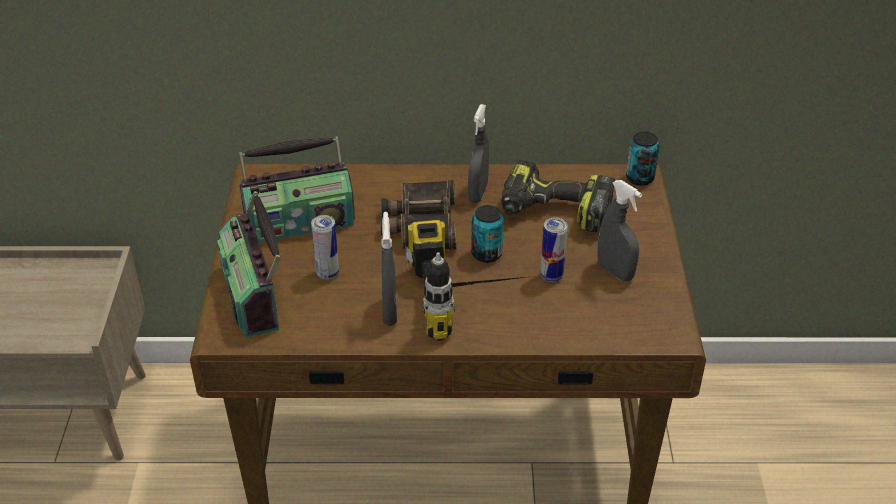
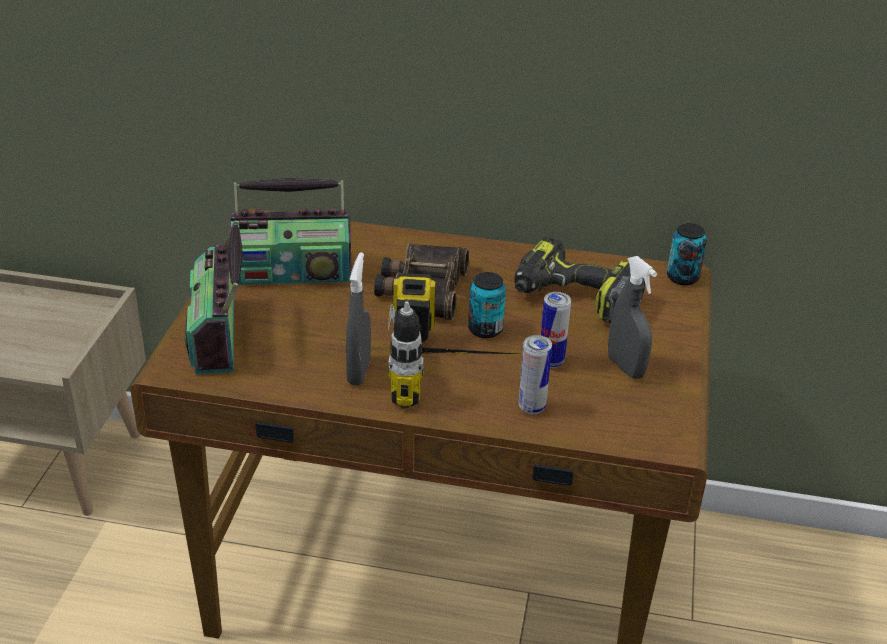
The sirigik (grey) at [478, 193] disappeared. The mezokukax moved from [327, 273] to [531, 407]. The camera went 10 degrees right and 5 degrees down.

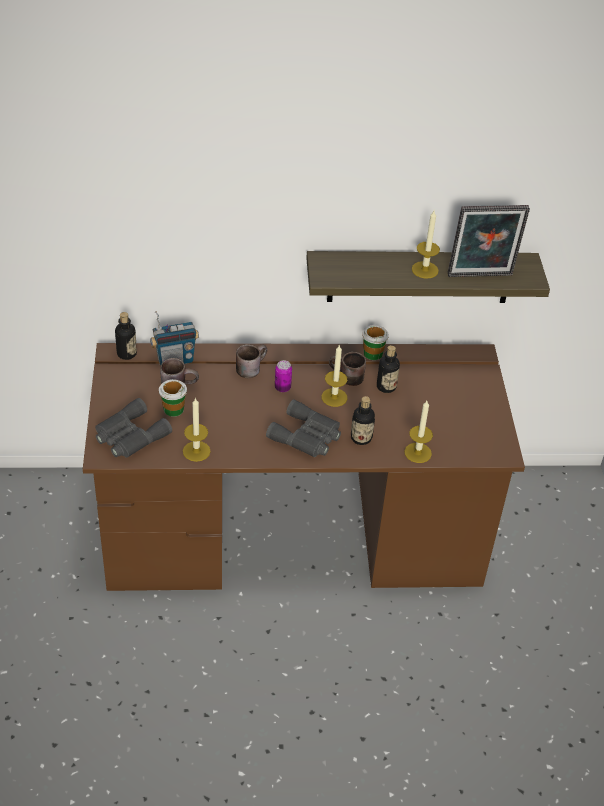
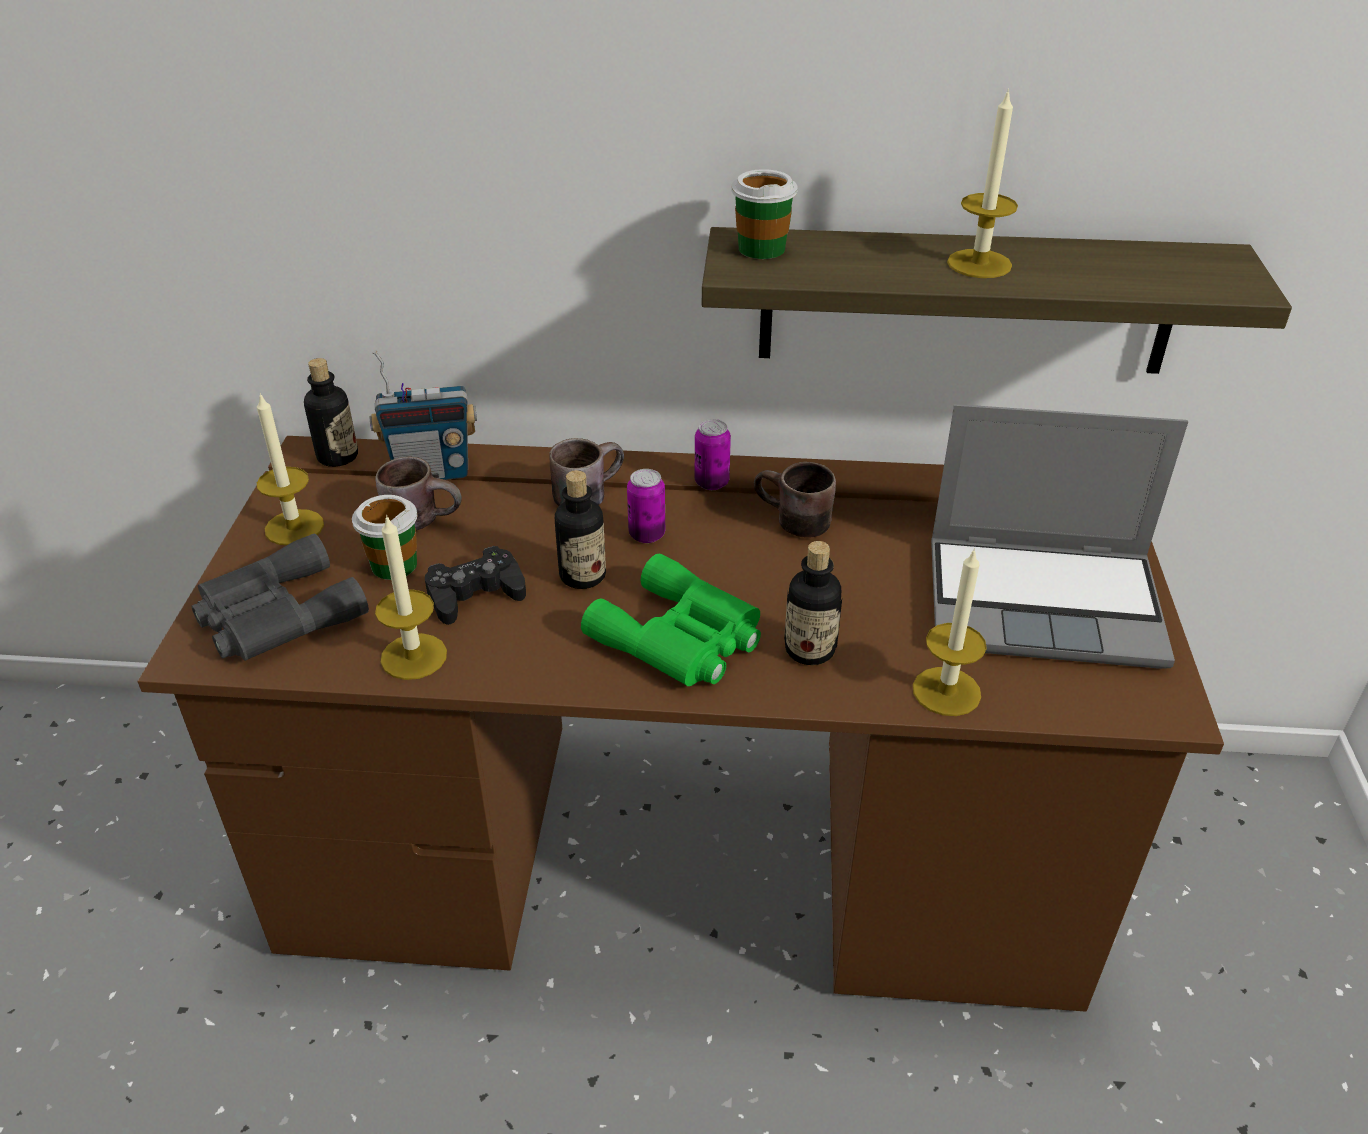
The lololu at [480, 277] disappeared. The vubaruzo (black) at [475, 594] appeared. The mezokukax at [711, 483] appeared. The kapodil at [1046, 602] appeared. The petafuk moved from [334, 397] to [294, 527]. The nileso moved from [373, 353] to [761, 248]. The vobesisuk moved from [386, 387] to [582, 575]. The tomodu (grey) at [307, 436] became the tomodu (green) at [680, 639]. The camera went 10 degrees right and 5 degrees down.

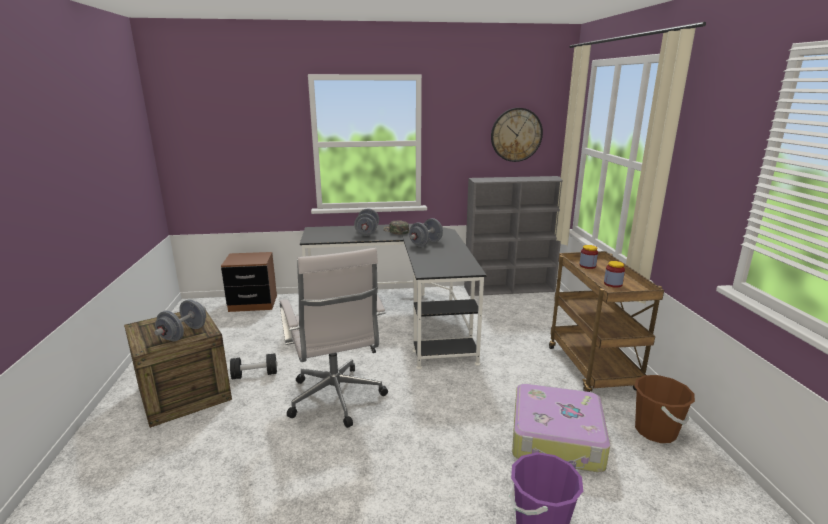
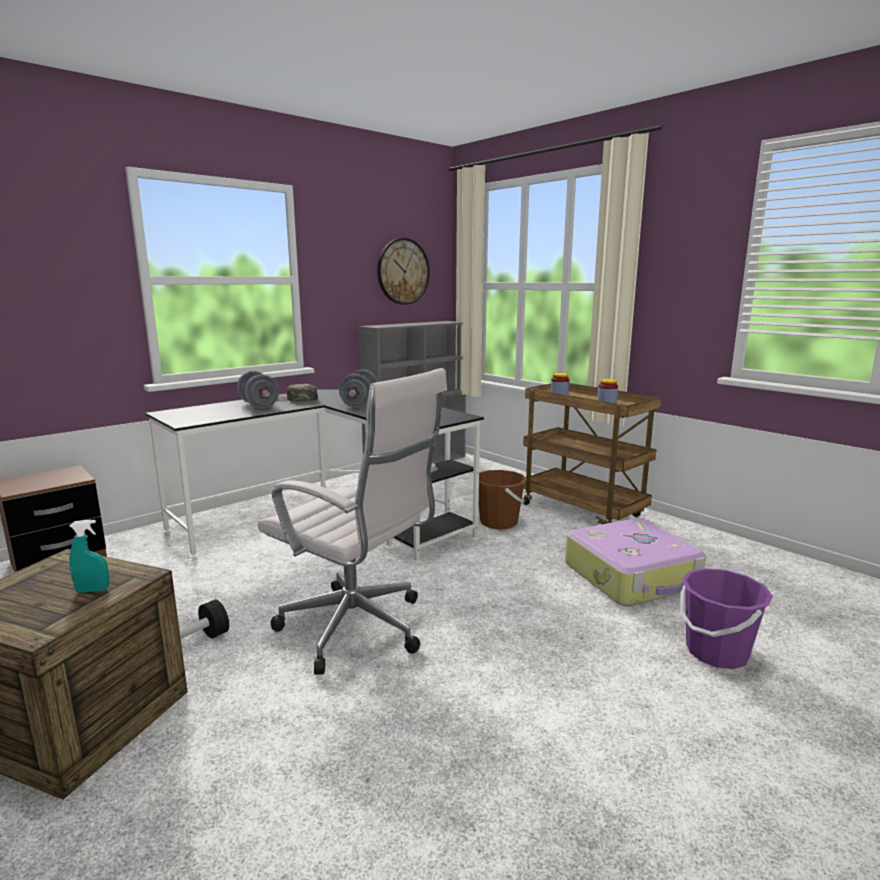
The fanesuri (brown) moved from [655, 431] to [499, 522]. The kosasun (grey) at [184, 334] was replaced by the sirigik (turquoise) at [93, 590]. The camera went 35 degrees left and 5 degrees down.

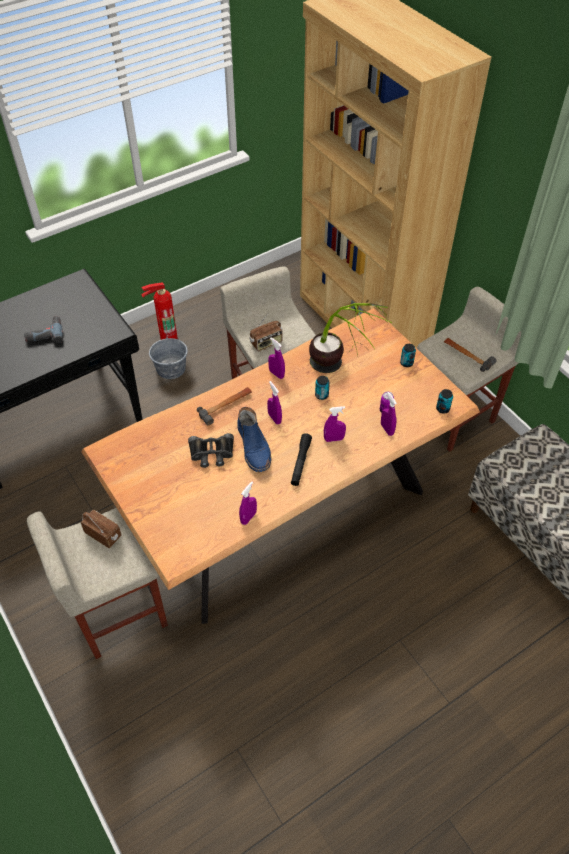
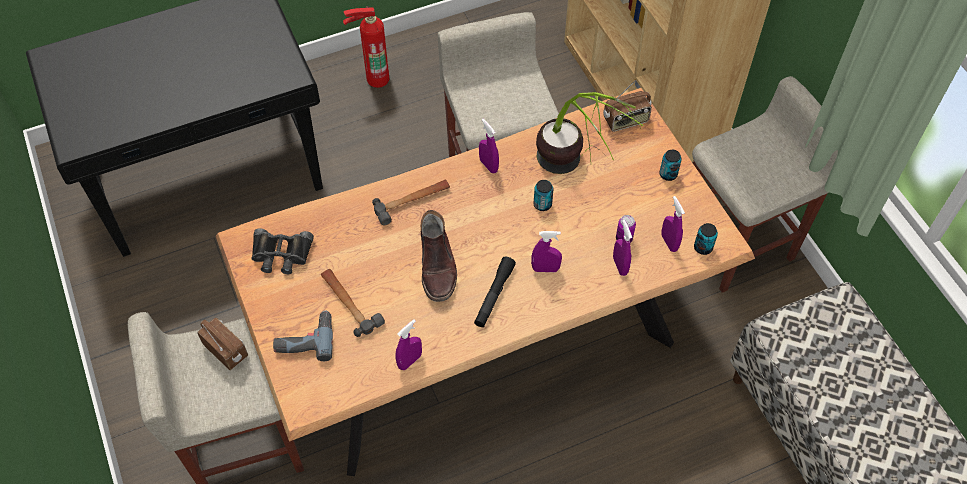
The fanesuri (grey) at [171, 368] disappeared. The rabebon moved from [44, 333] to [305, 338]. The tomodu (black) moved from [211, 453] to [281, 254]. The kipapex moved from [266, 343] to [626, 121]. The sirigik (purple) moved from [274, 418] to [669, 242]. The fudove moved from [467, 355] to [349, 303]. The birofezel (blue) at [254, 447] became the birofezel (brown) at [438, 265]. The camera went 10 degrees right and 5 degrees up.

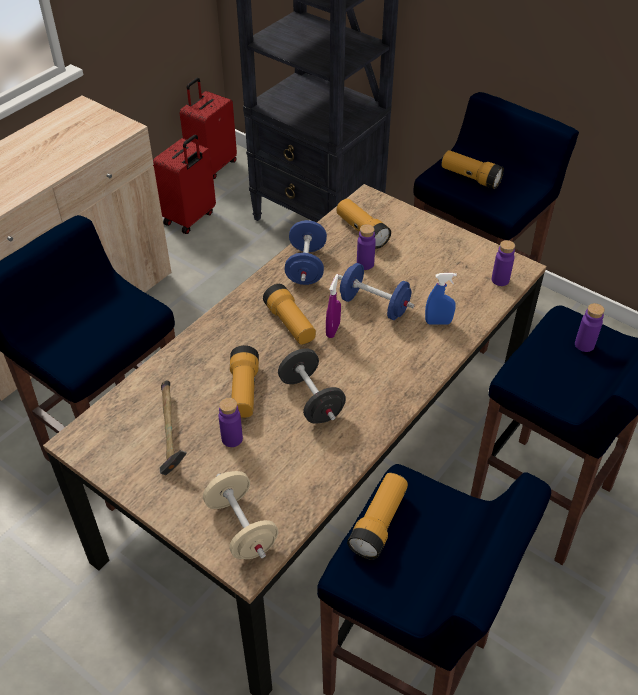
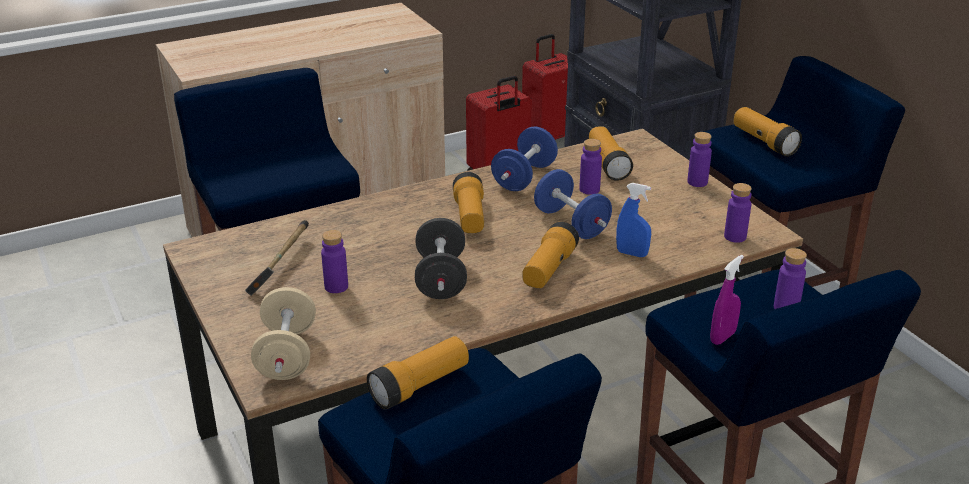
The vobesisuk (purple) at [697, 182] appeared. The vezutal moved from [244, 391] to [549, 269]. The sirigik (purple) moved from [333, 330] to [722, 337]. The camera went 25 degrees right and 15 degrees down.

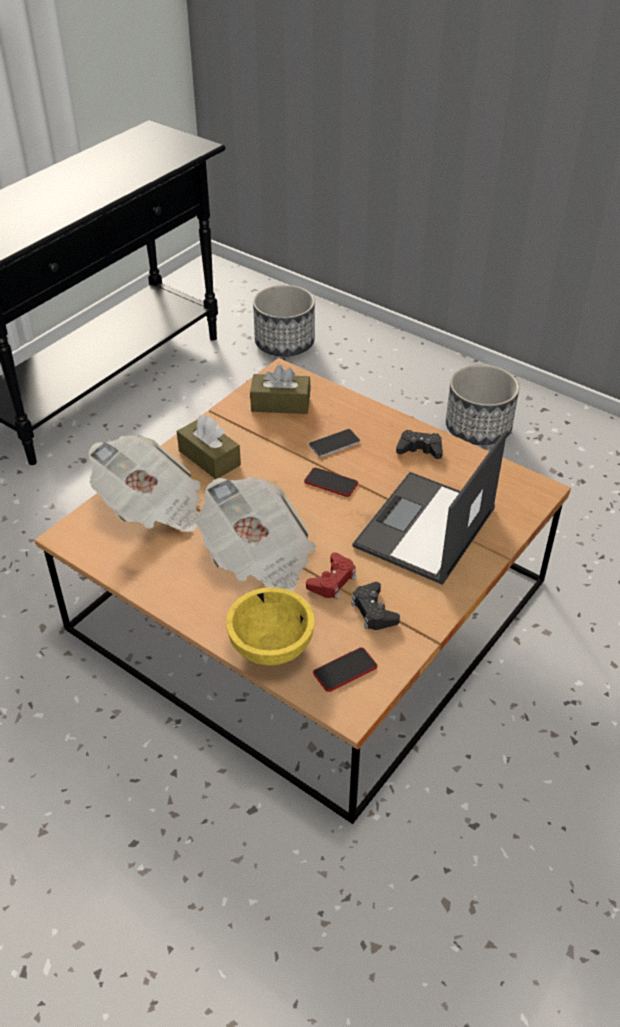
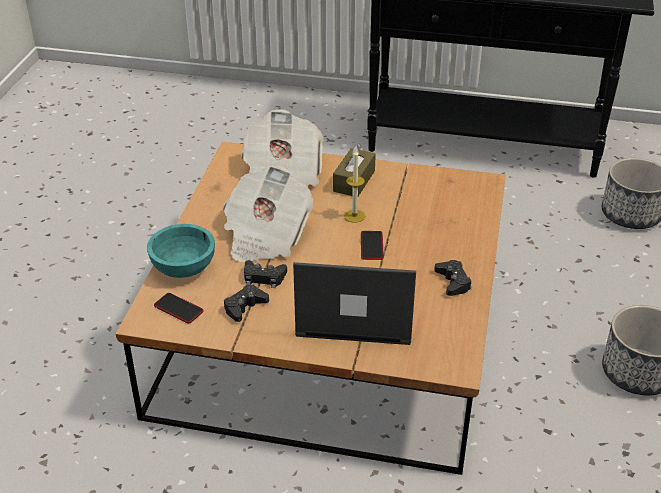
The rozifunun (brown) at [280, 403] disappeared. The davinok at [334, 444] disappeared. The petafuk at [354, 216] appeared. The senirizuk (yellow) at [272, 646] became the senirizuk (turquoise) at [183, 268]. The vubaruzo (red) at [332, 581] became the vubaruzo (black) at [264, 277]. The camera went 65 degrees right and 5 degrees down.

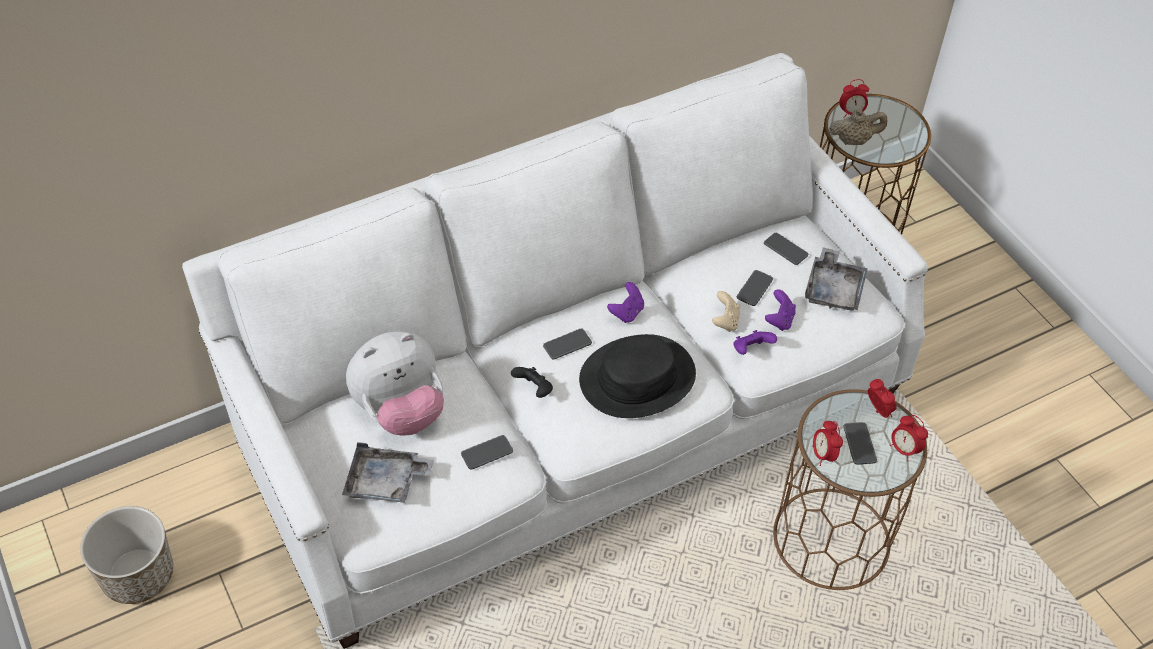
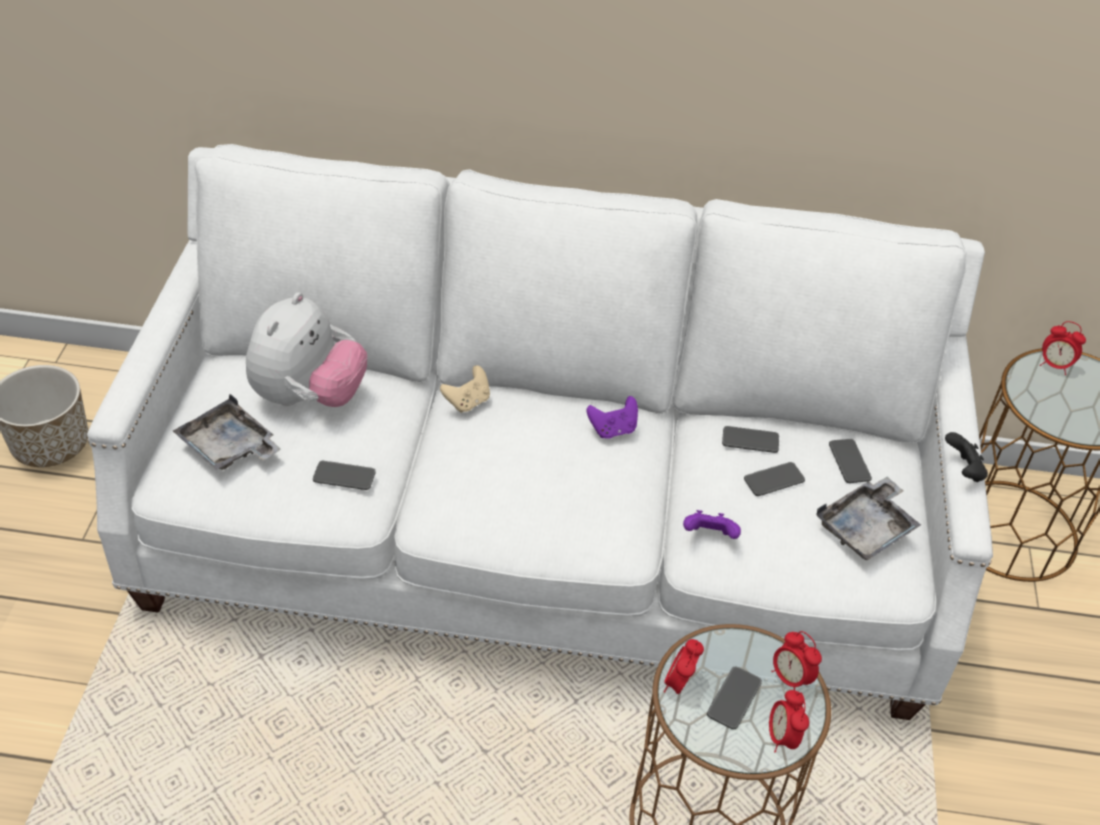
The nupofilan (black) at [637, 377] disappeared. The vubaruzo (purple) at [779, 320] disappeared. The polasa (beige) at [854, 141] disappeared. The vubaruzo (black) moved from [534, 390] to [963, 470]. The davinok moved from [567, 344] to [750, 440]. The vubaruzo (beige) moved from [725, 321] to [467, 402]. The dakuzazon at [400, 411] turned 75 degrees counterclockwise. The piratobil at [878, 411] turned 135 degrees clockwise. The camera went 35 degrees right and 5 degrees down.

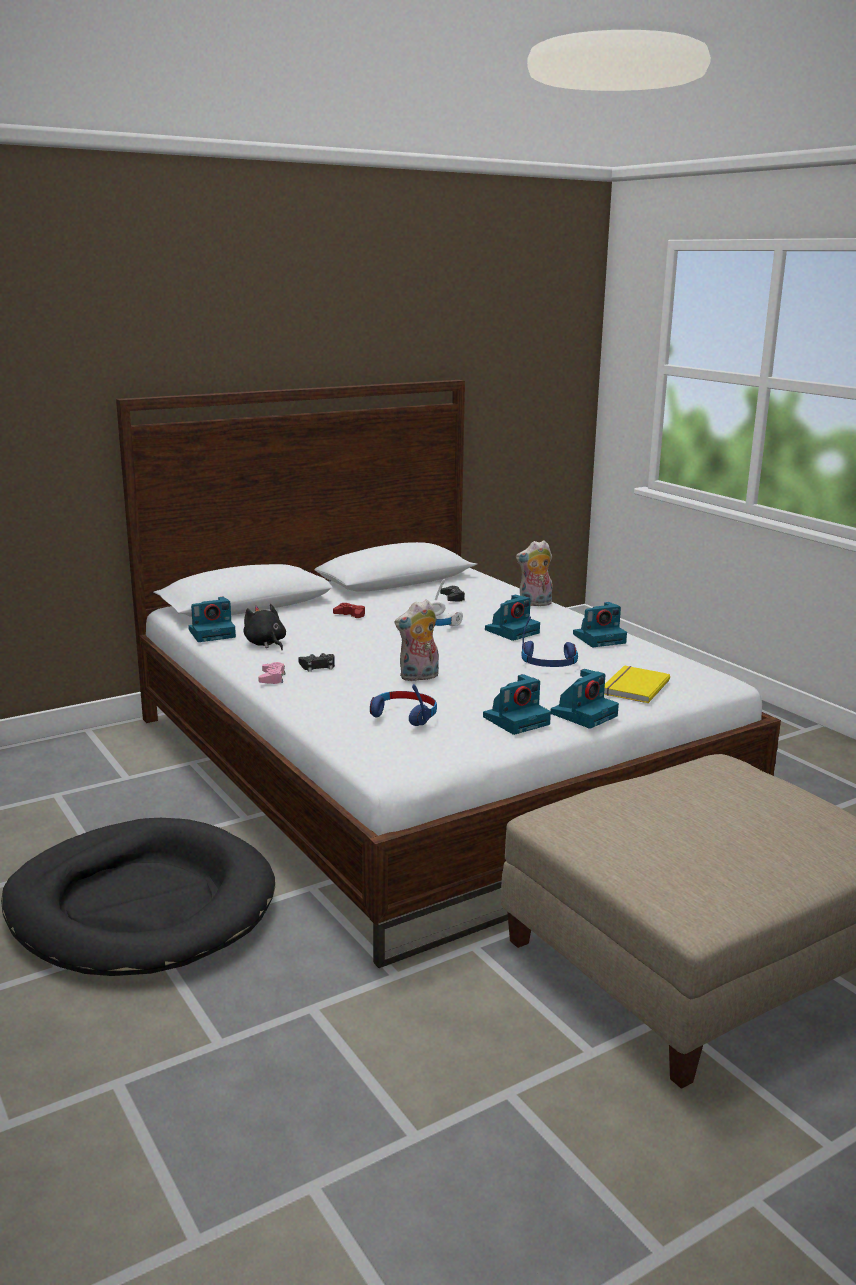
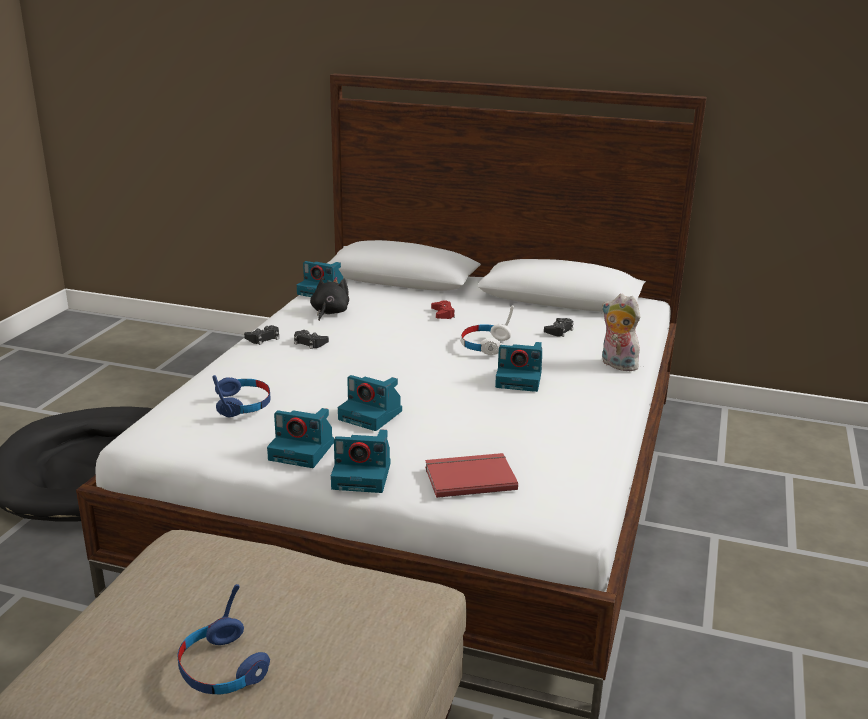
The dakuzazon at [419, 677] disappeared. The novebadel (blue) moved from [549, 663] to [221, 668]. The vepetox moved from [600, 638] to [372, 415]. The vubaruzo (pink) at [272, 678] became the vubaruzo (black) at [263, 338]. The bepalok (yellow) at [633, 687] became the bepalok (red) at [469, 477]. The camera went 50 degrees right and 5 degrees up.

